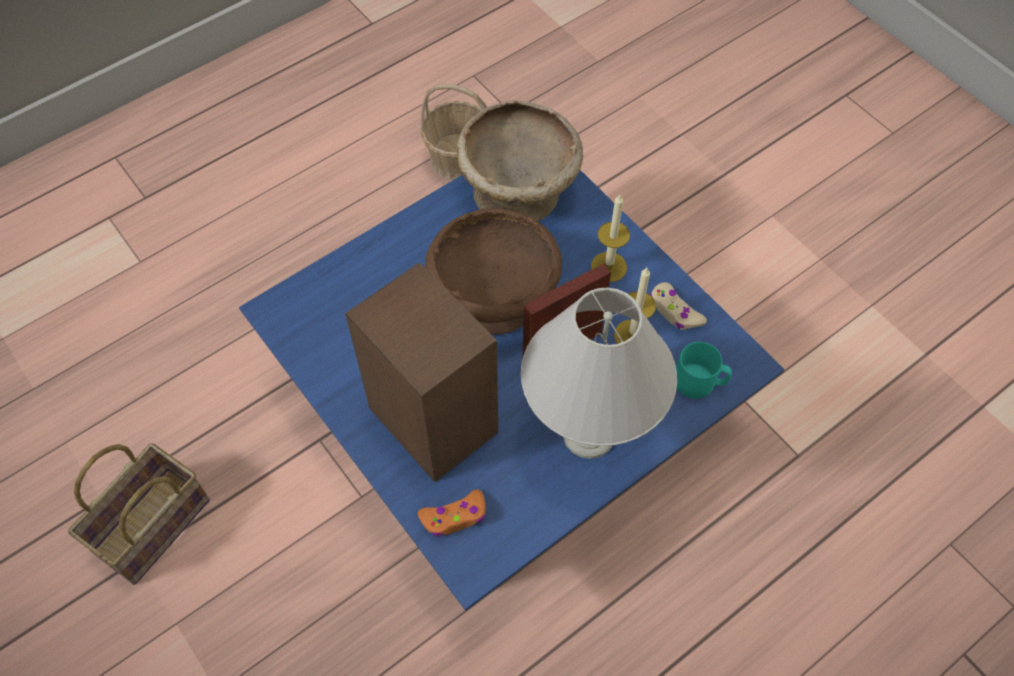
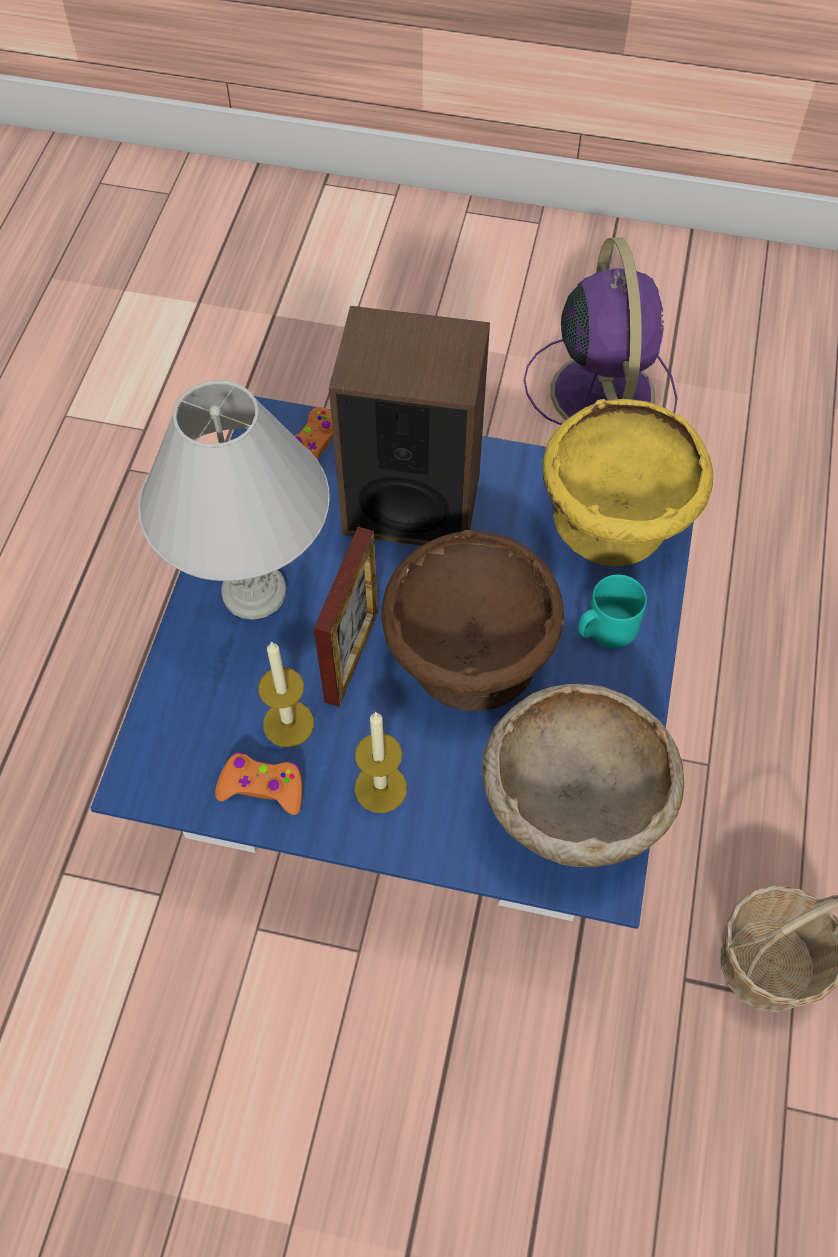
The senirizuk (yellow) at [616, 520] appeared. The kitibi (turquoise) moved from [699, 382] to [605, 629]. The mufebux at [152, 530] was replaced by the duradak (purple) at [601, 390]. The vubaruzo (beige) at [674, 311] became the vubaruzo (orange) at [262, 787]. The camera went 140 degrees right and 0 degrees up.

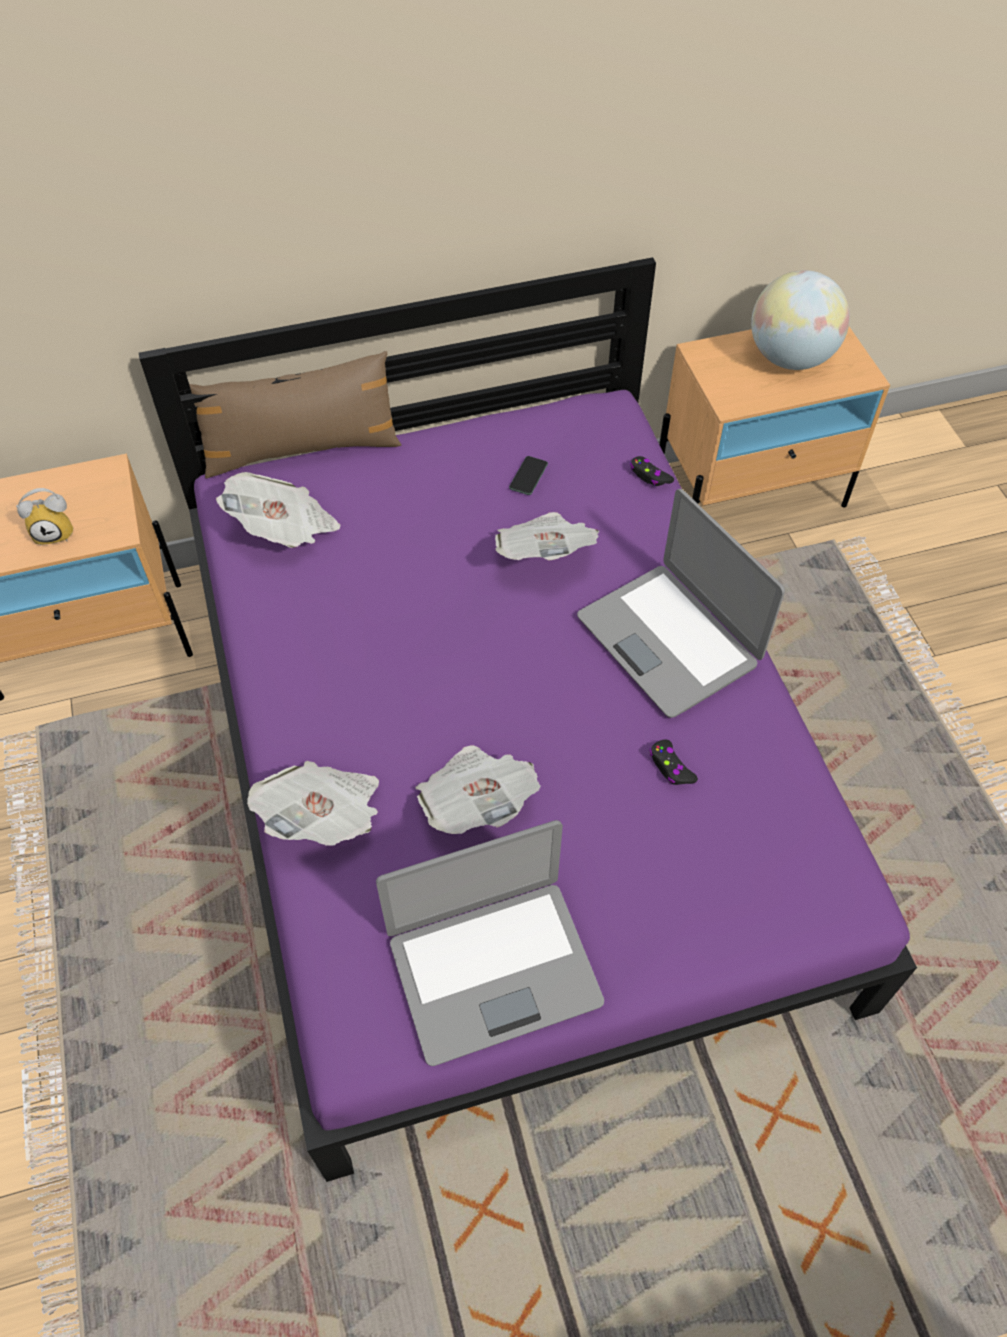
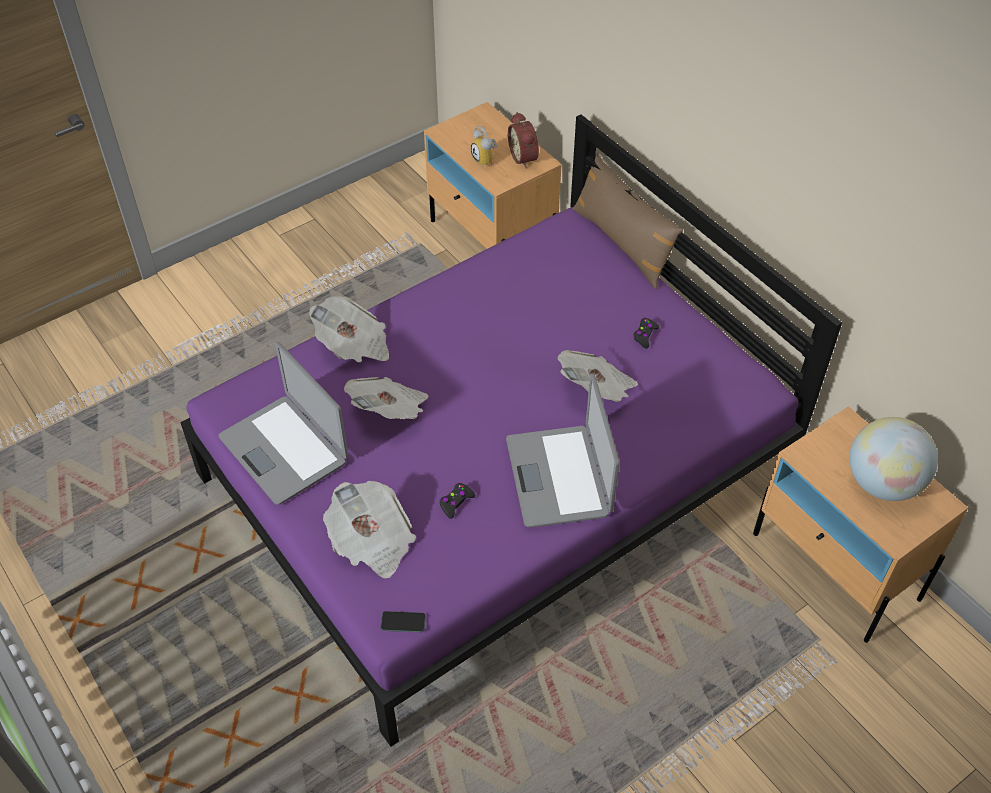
The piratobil at [525, 157] appeared. The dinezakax moved from [285, 529] to [372, 542]. The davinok moved from [528, 476] to [403, 622]. The vubaruzo (black) moved from [649, 476] to [644, 335]. The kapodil at [669, 640] turned 45 degrees counterclockwise. The camera went 70 degrees right and 5 degrees down.

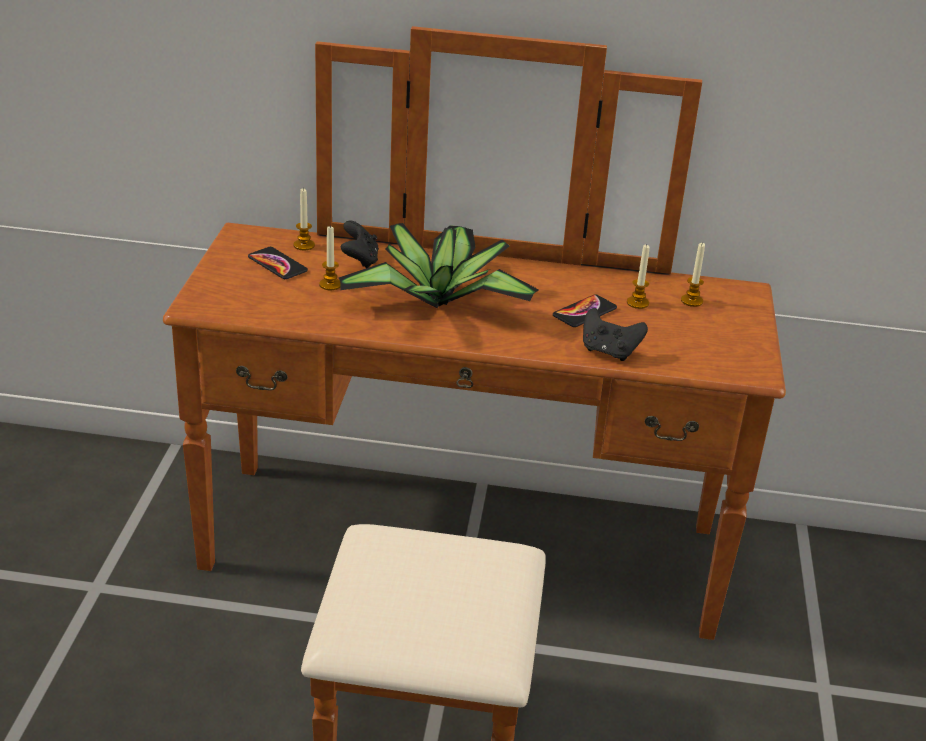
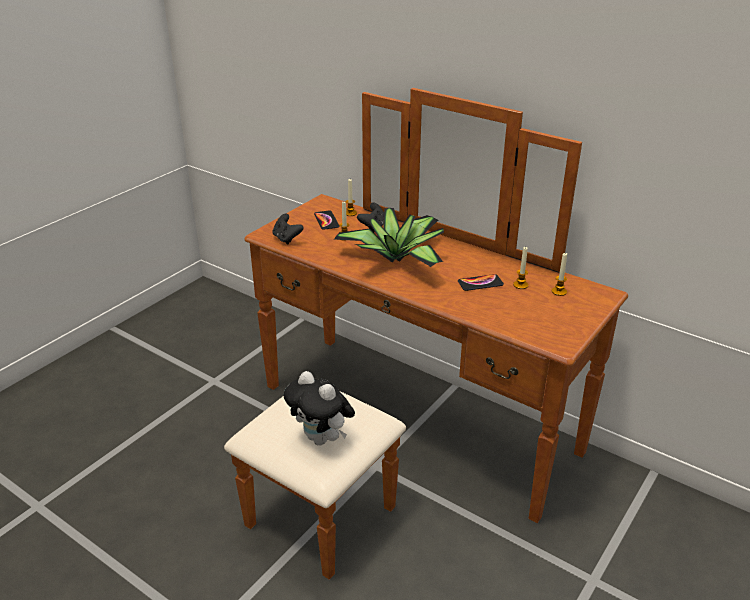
The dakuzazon at [322, 439] appeared. The vubaruzo (black) moved from [609, 351] to [287, 239]. The camera went 30 degrees right and 0 degrees up.

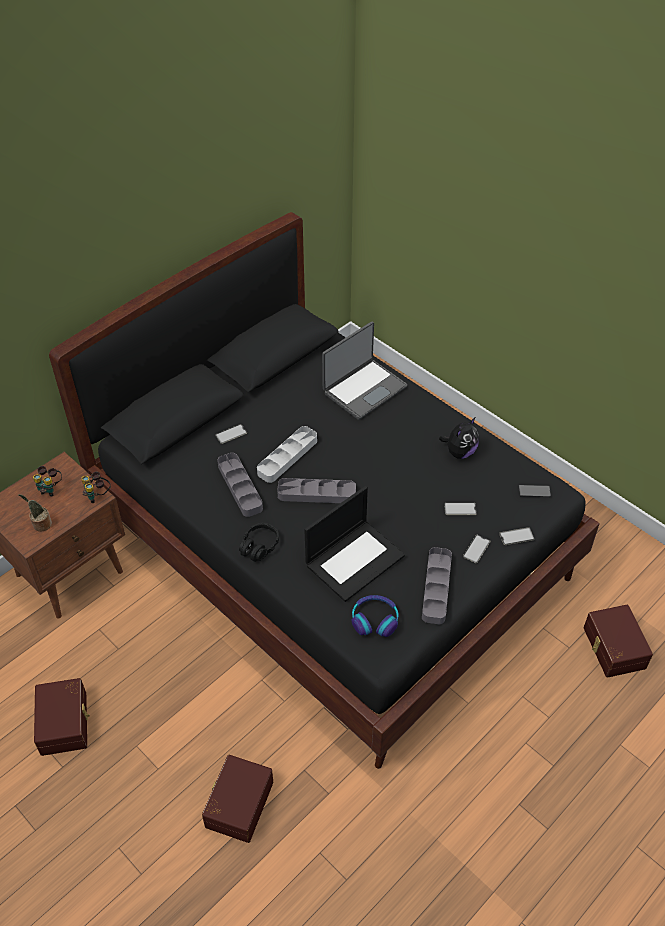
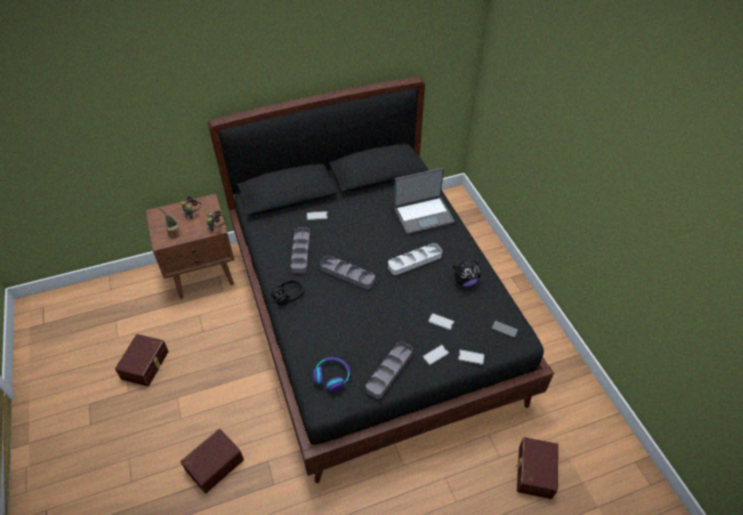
The kapodil at [355, 559] disappeared. The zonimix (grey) moved from [287, 457] to [415, 261]. The camera went 25 degrees right and 0 degrees up.

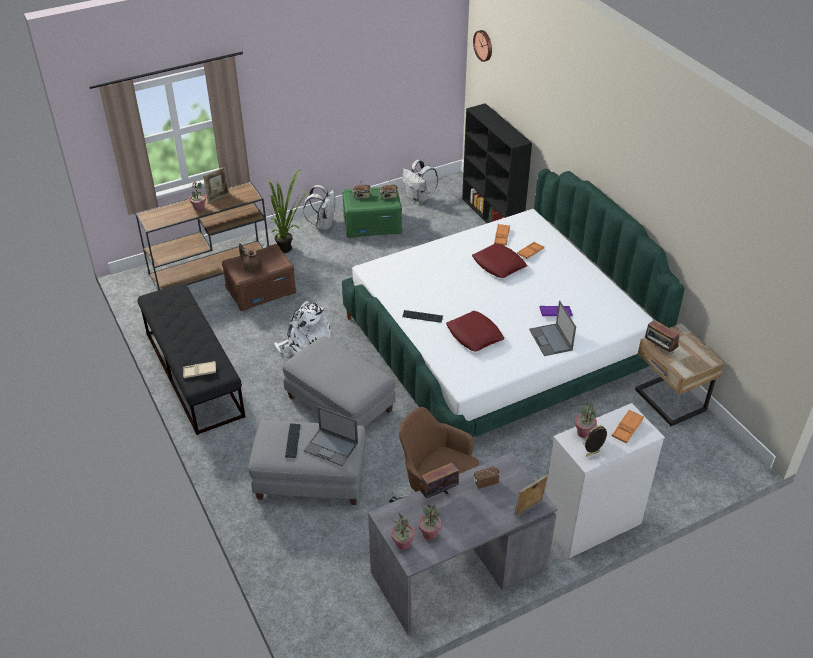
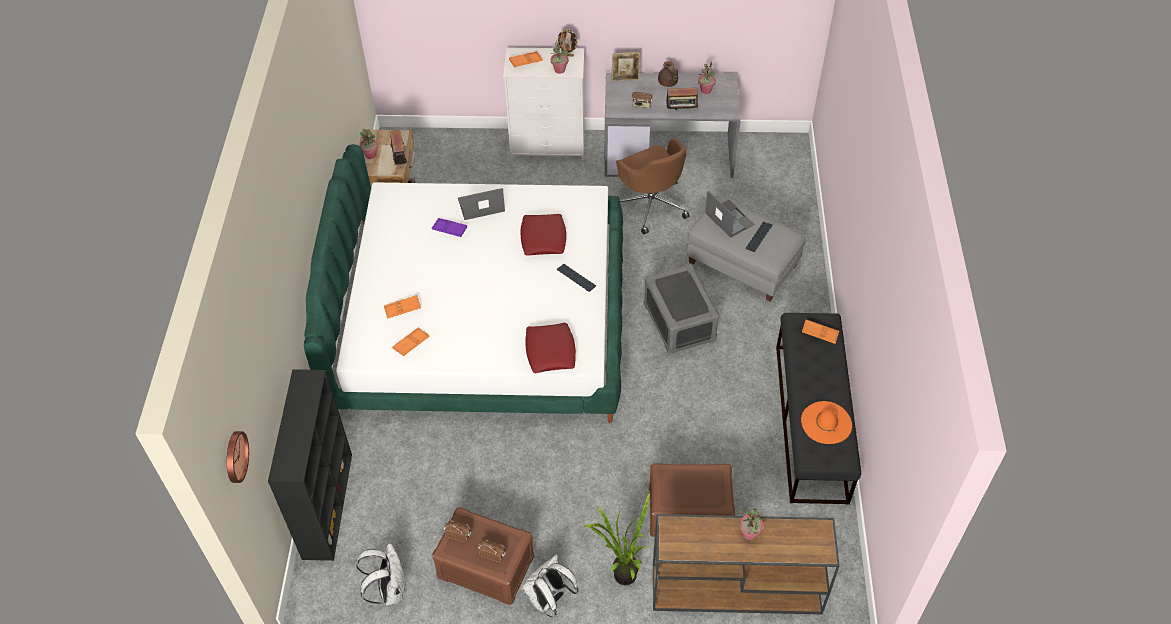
The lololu at [218, 197] disappeared. The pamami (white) at [305, 345] disappeared. The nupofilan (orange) at [826, 422] appeared. The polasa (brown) moved from [252, 267] to [668, 83]. The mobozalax moved from [402, 544] to [370, 155]. The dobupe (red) moved from [499, 265] to [550, 351]. The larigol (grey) at [340, 404] was replaced by the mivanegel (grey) at [678, 321]. The zonimix (beige) at [200, 372] became the zonimix (orange) at [819, 333]. The mivanegel (green) at [372, 224] became the mivanegel (brown) at [485, 567]. The kapodil at [551, 340] turned 120 degrees counterclockwise. The camera went 150 degrees left and 10 degrees up.

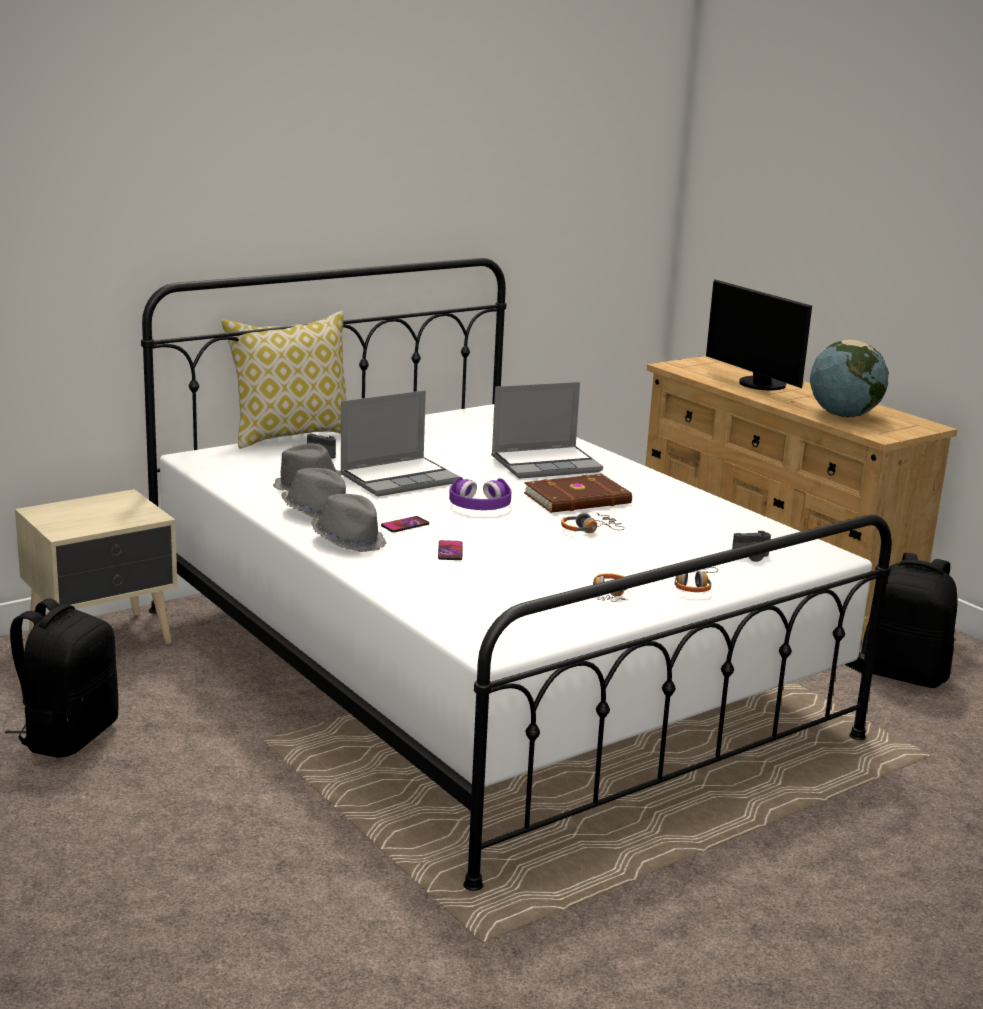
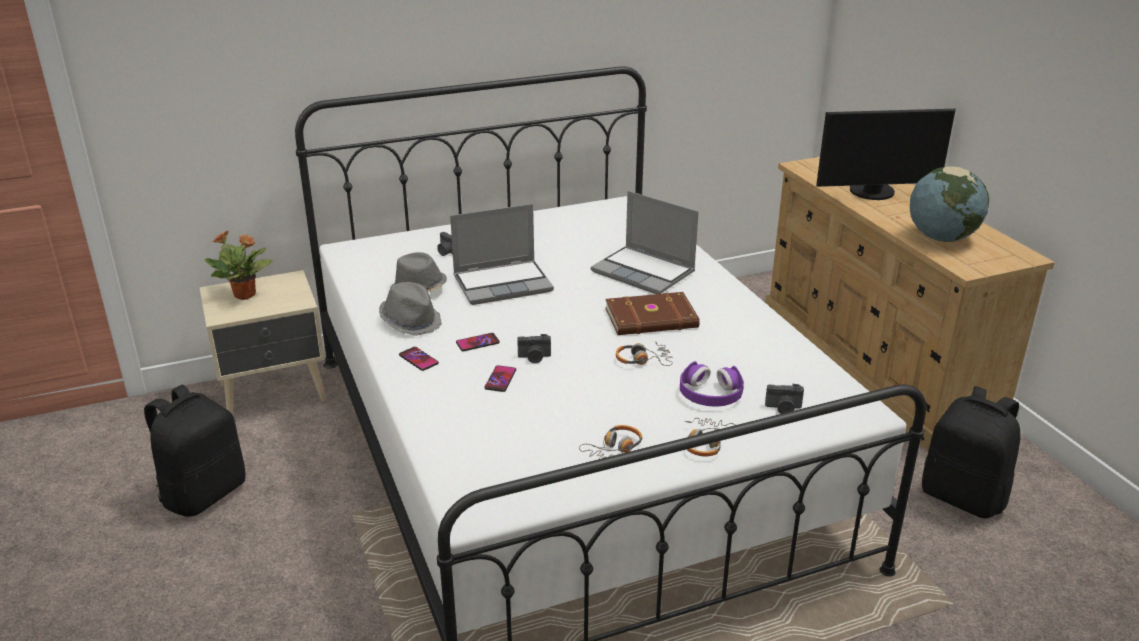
The dobupe at [292, 435] disappeared. The mobozalax at [245, 295] appeared. The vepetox at [534, 358] appeared. The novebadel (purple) moved from [479, 505] to [710, 394]. The nupofilan (grey) at [349, 541] was replaced by the davinok at [418, 359]. The kapodil at [546, 464] turned 45 degrees clockwise. The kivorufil at [758, 385] turned 75 degrees counterclockwise. The camera went 15 degrees right and 10 degrees up.

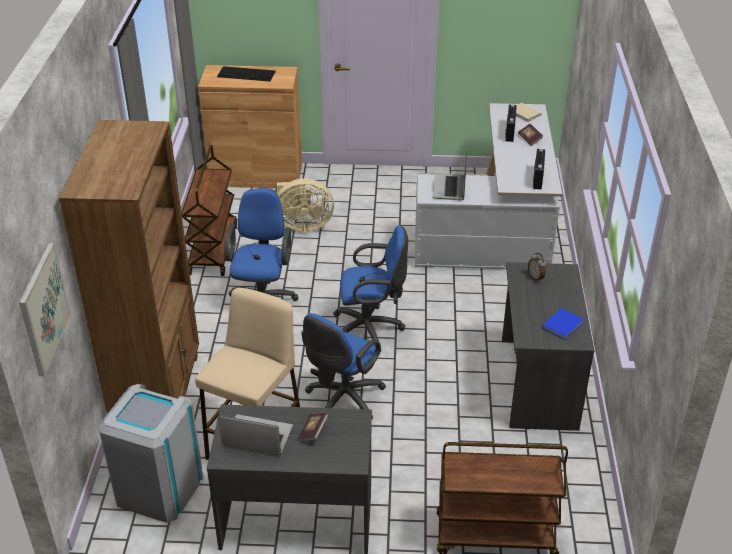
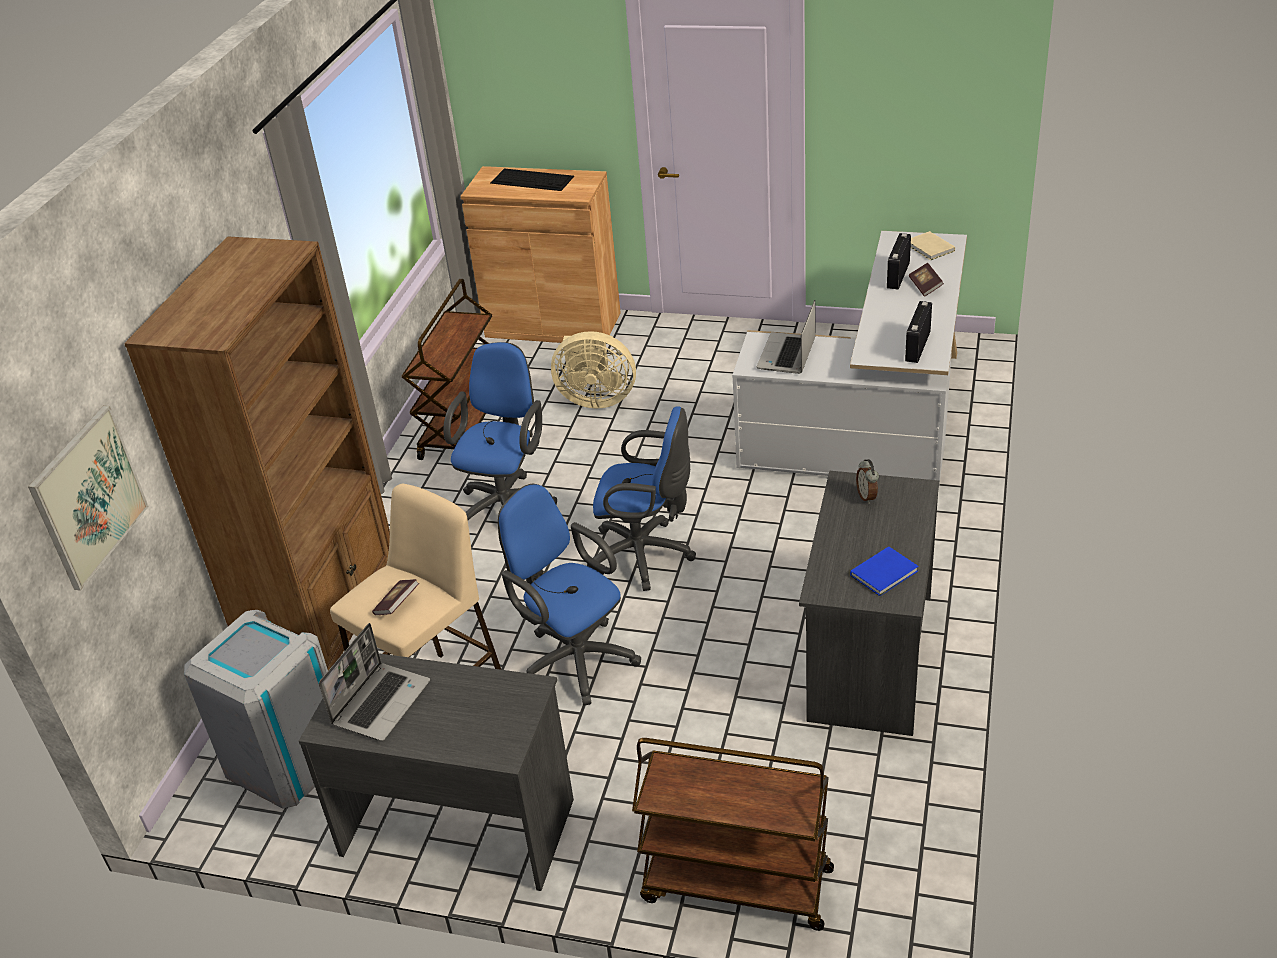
The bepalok moved from [313, 432] to [397, 604]. The kapodil at [256, 437] turned 90 degrees clockwise. The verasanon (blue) at [342, 401] turned 90 degrees clockwise. The camera went 15 degrees right and 0 degrees up.

